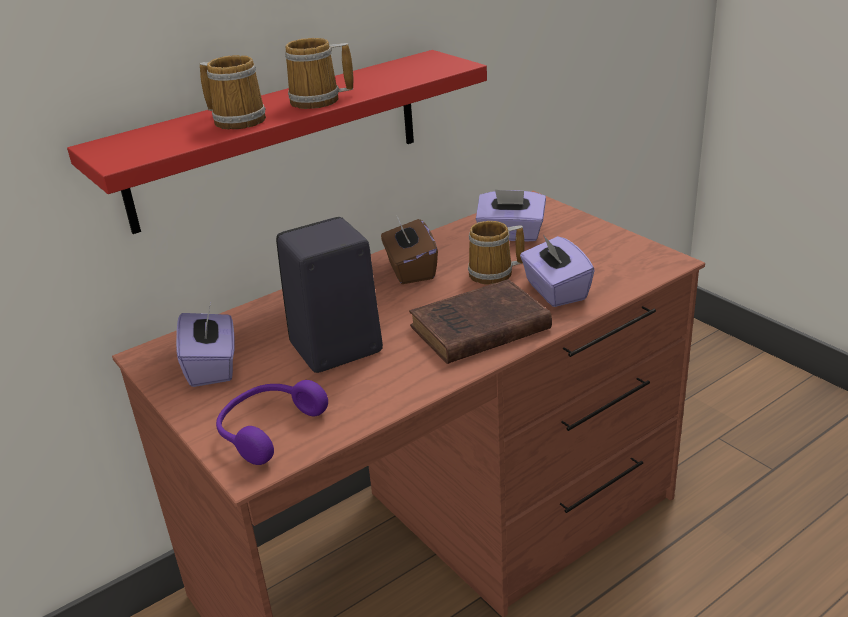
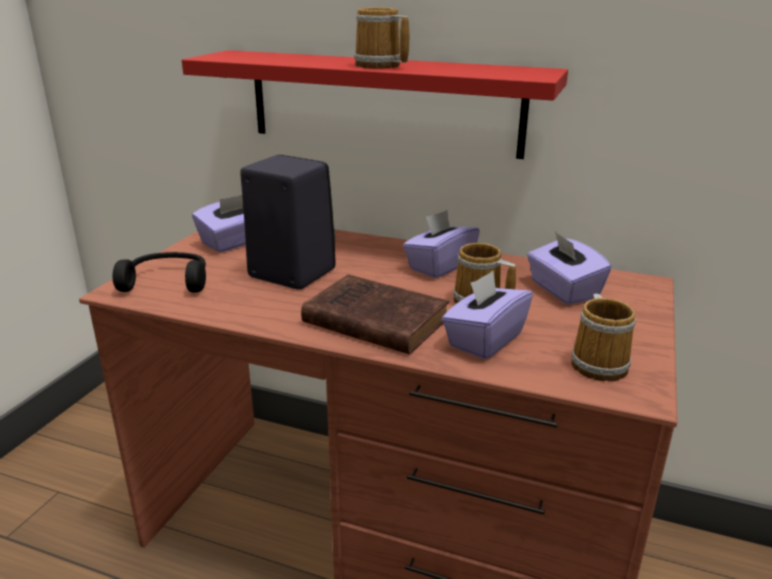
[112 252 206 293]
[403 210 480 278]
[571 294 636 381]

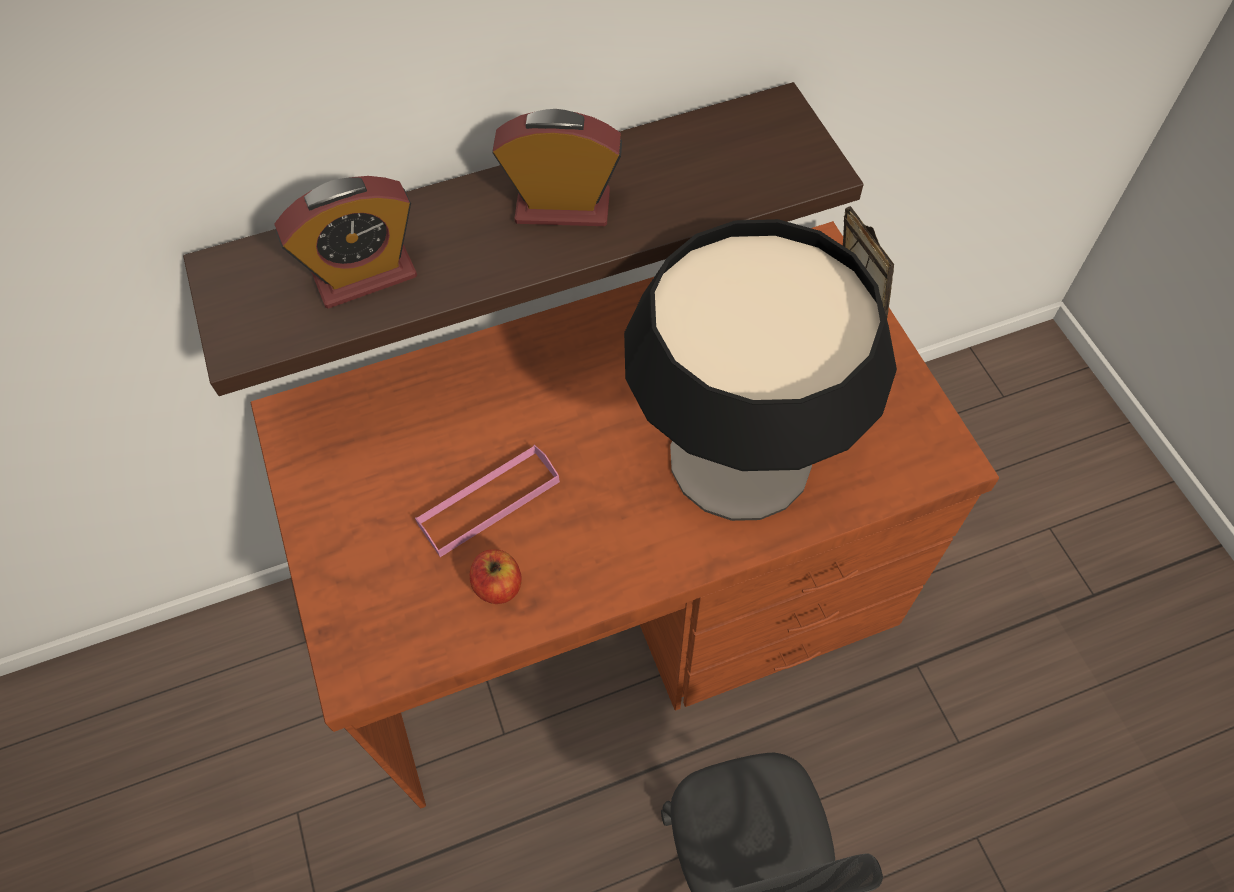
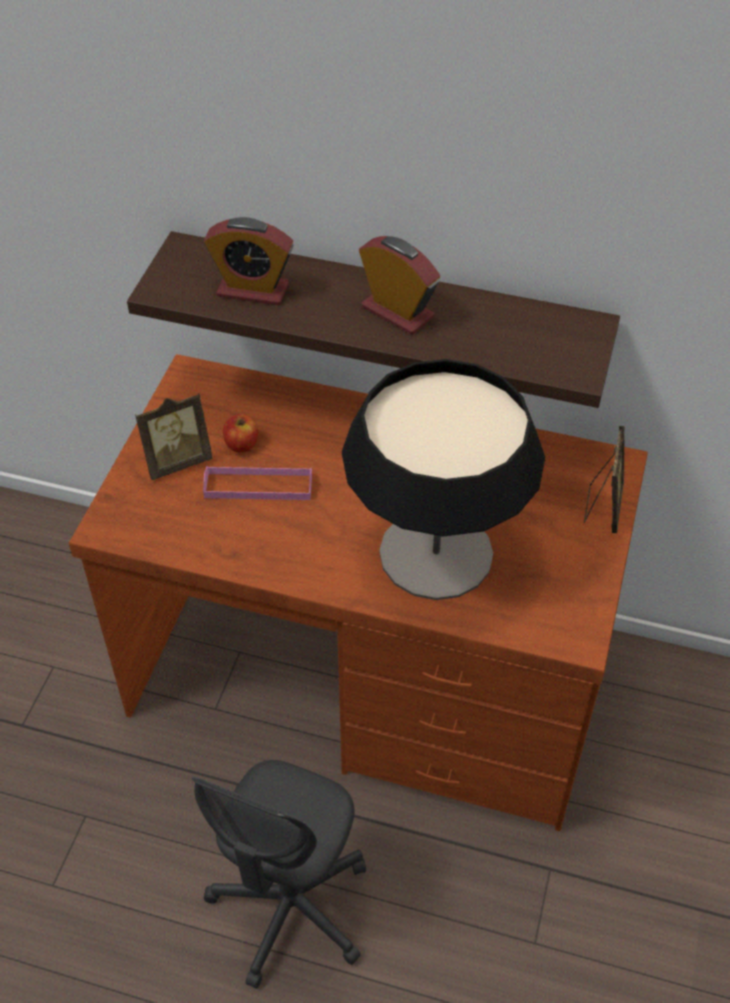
[135 393 212 480]
[223 414 258 453]

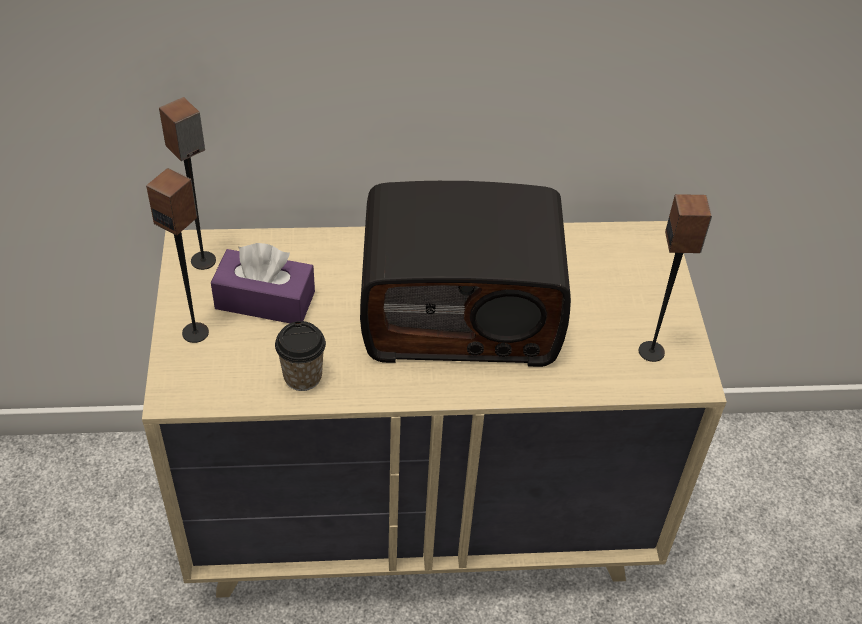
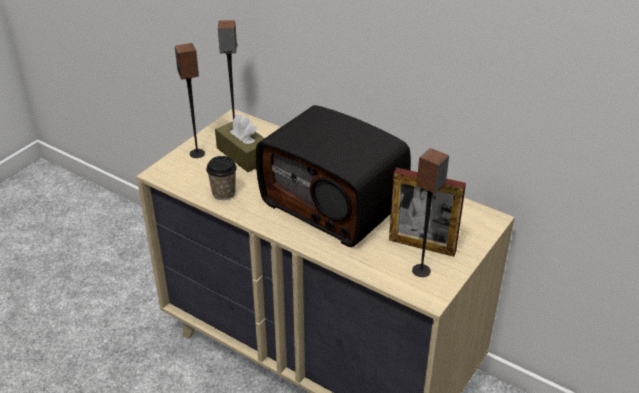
[215 114 264 172]
[389 168 466 257]

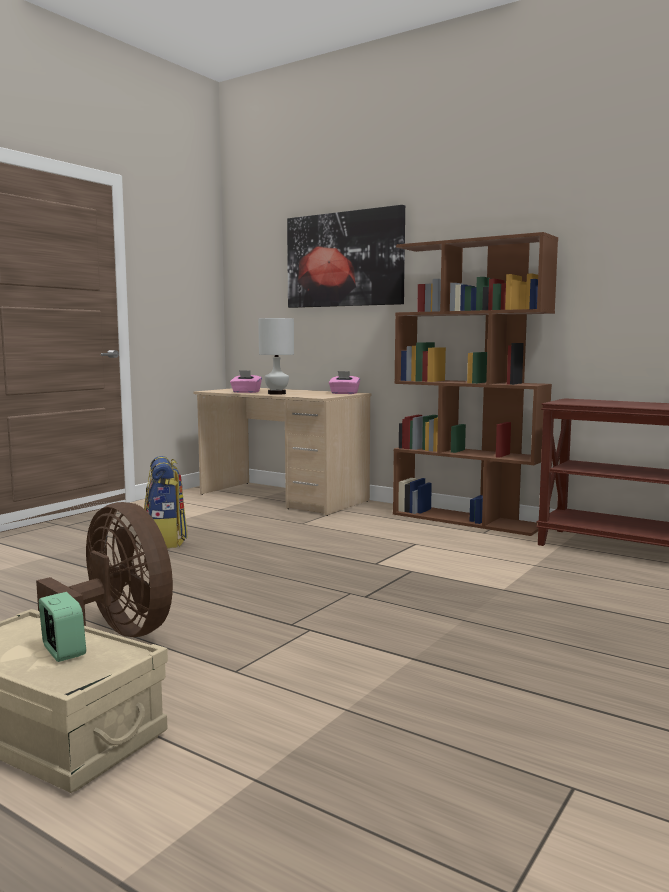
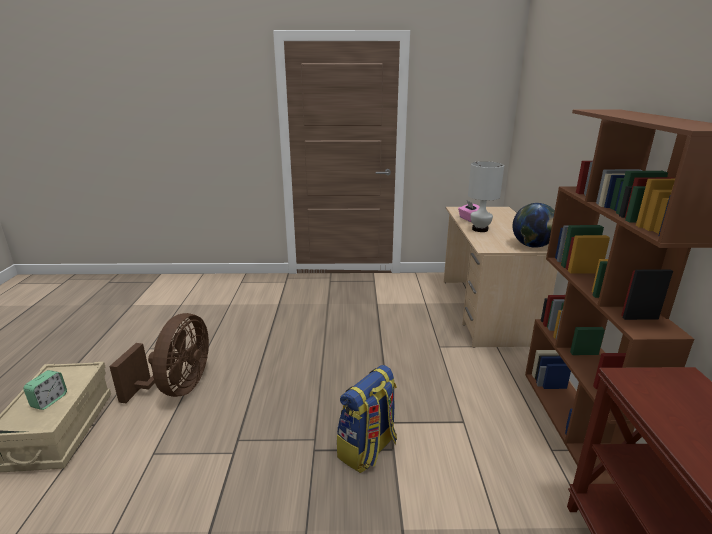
[337 365 397 473]
[512 203 555 248]
[287 205 405 308] (first image)

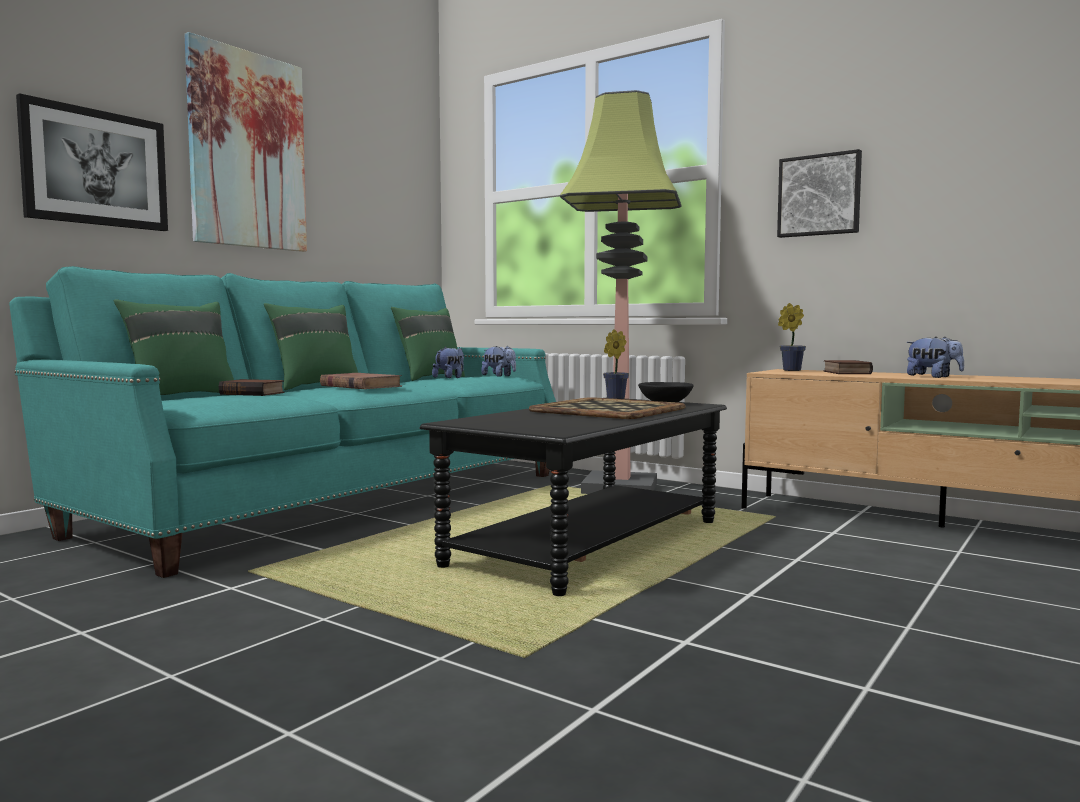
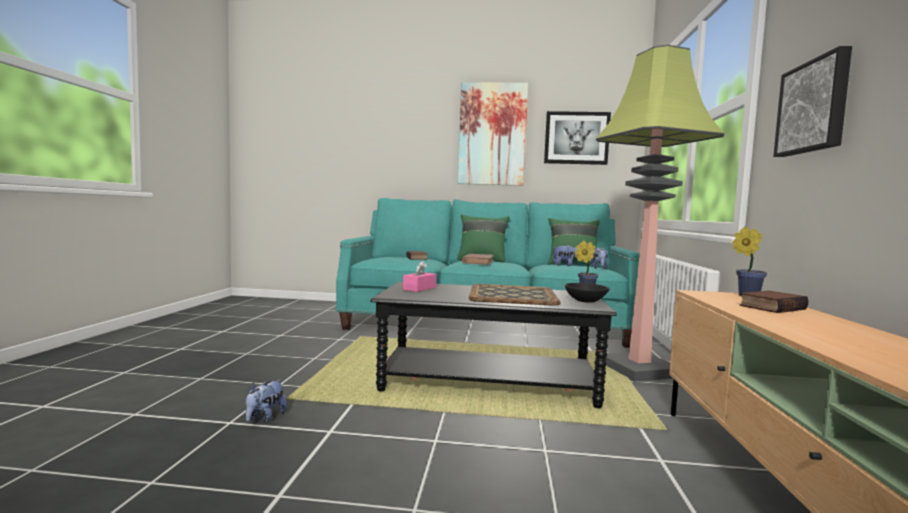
[246 379 287 423]
[403 261 436 292]
[544 111 611 165]
[114 299 234 395] (first image)

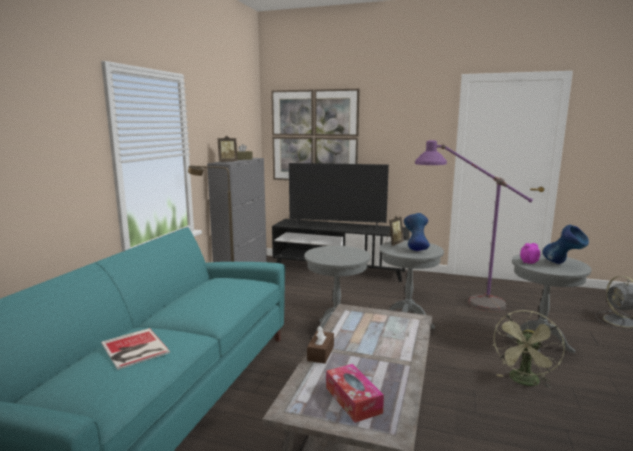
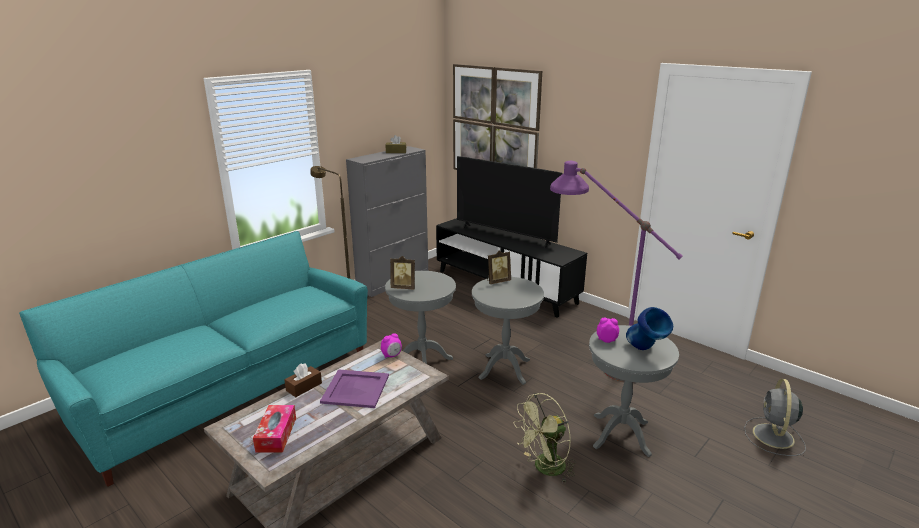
[320 369 389 408]
[381 333 402 358]
[390 256 415 290]
[101 328 170 370] (first image)
[404 213 430 251] (first image)

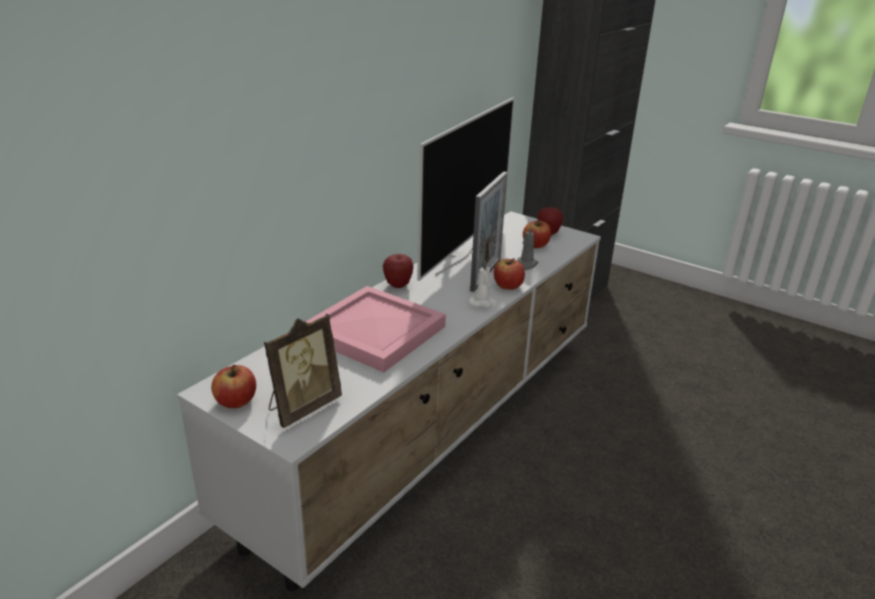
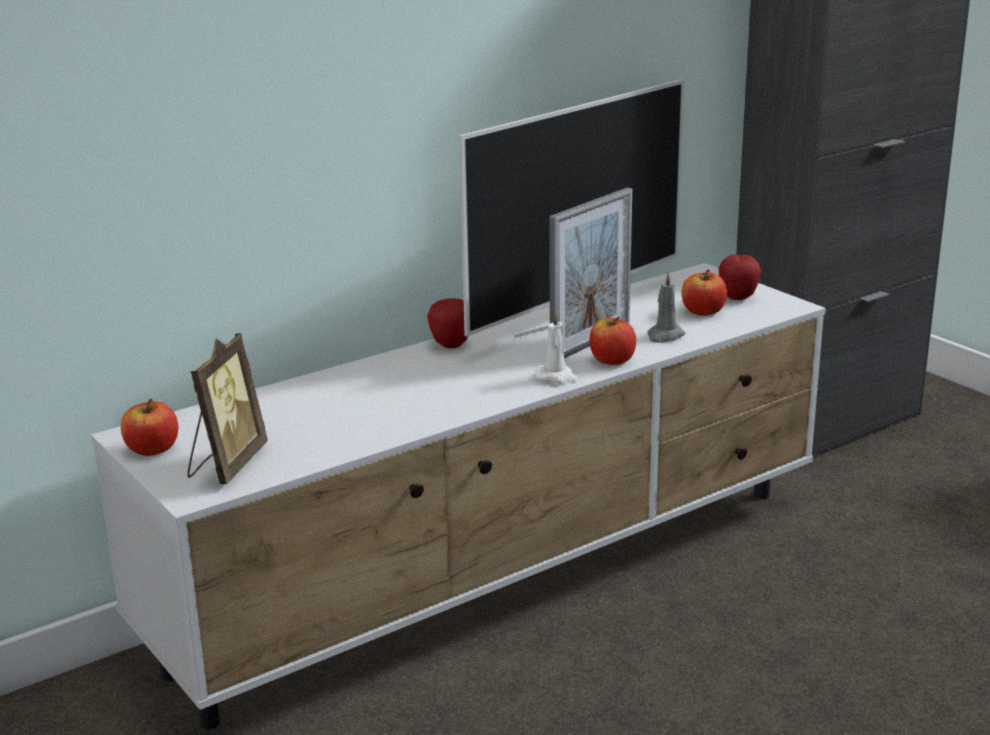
[187 333 268 484]
[306 286 446 372] (first image)

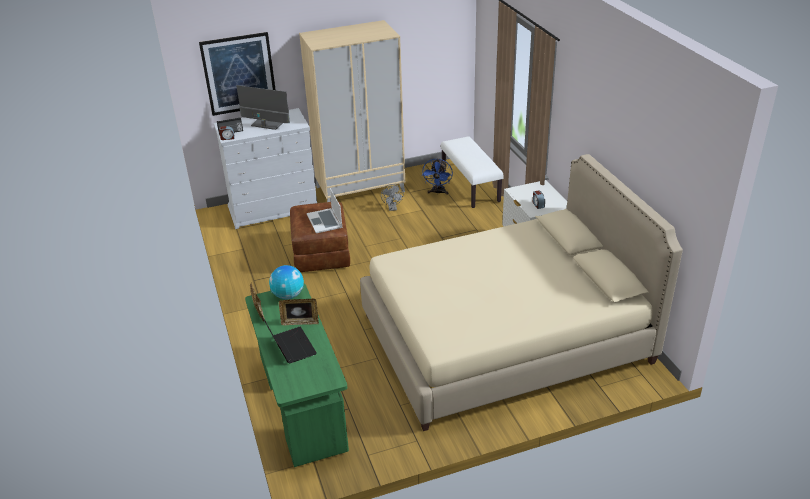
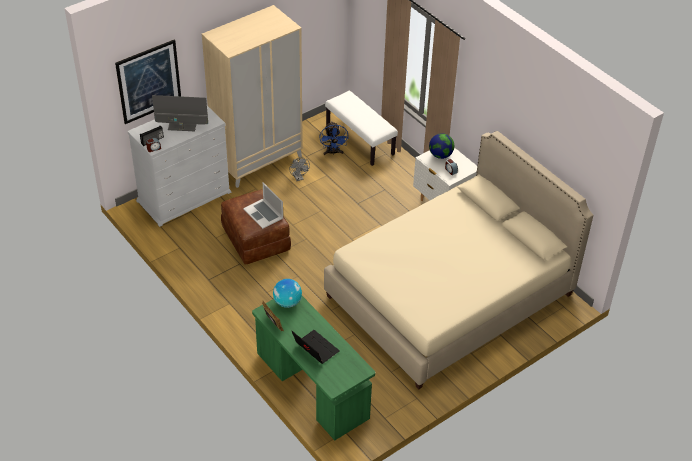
[429 133 454 159]
[279 299 319 325] (first image)

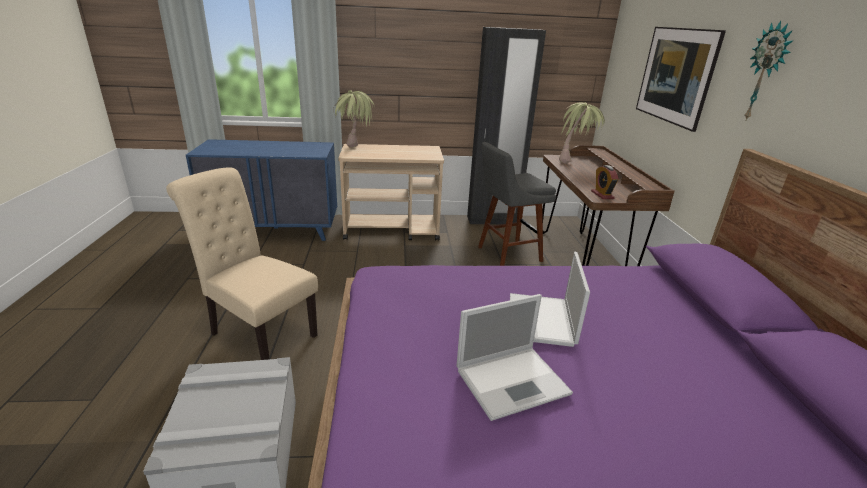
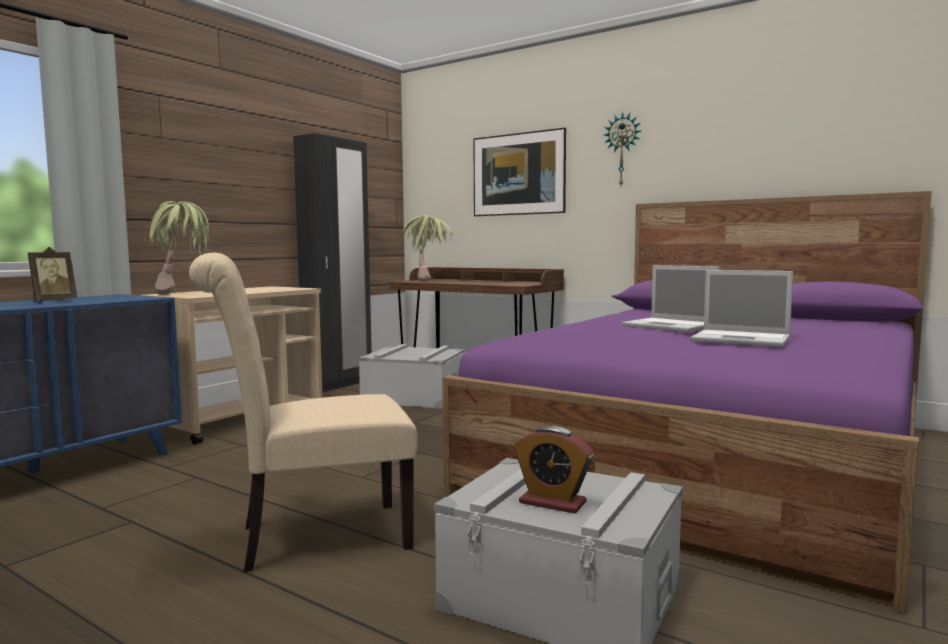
[28 247 77 302]
[358 344 465 409]
[514 426 594 513]
[691 270 793 347]

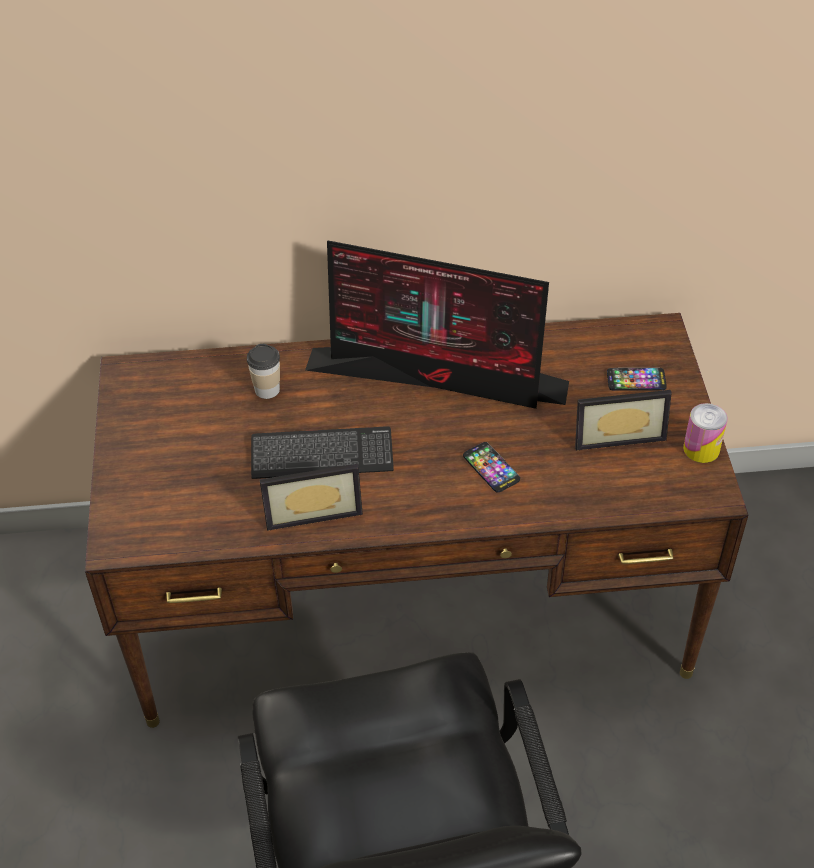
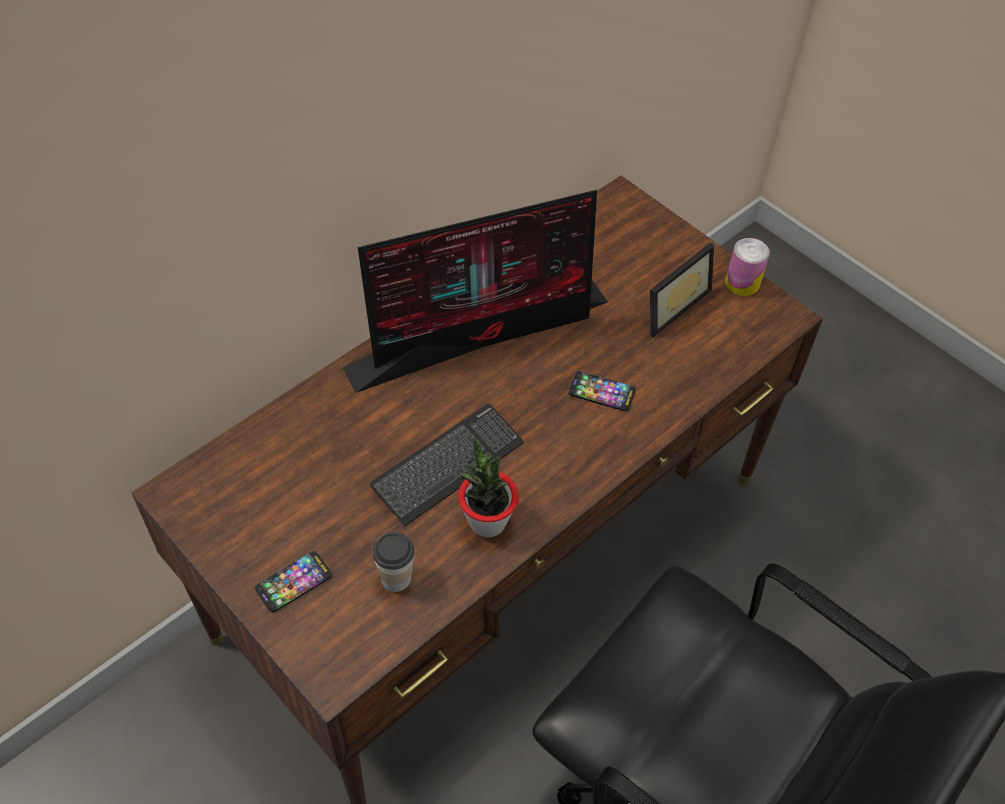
[255 551 332 612]
[373 532 414 592]
[458 438 519 538]

